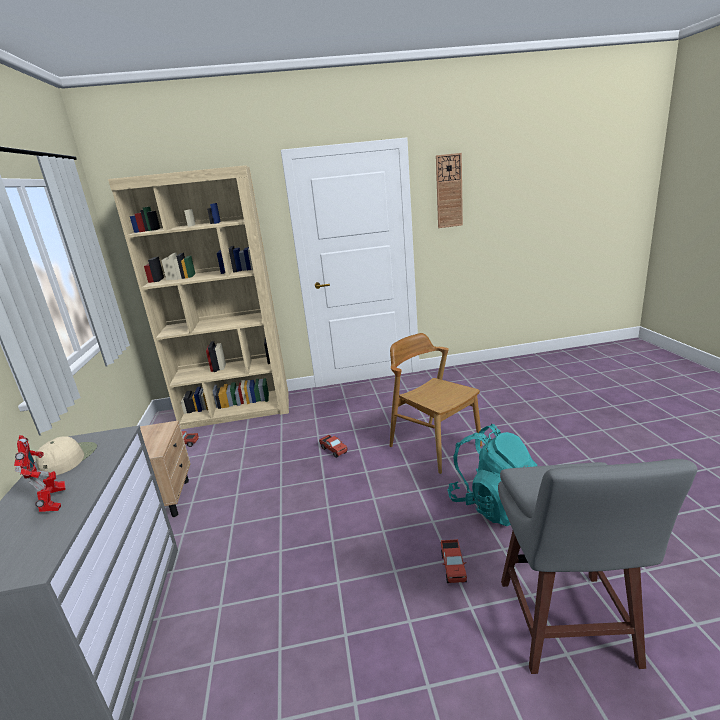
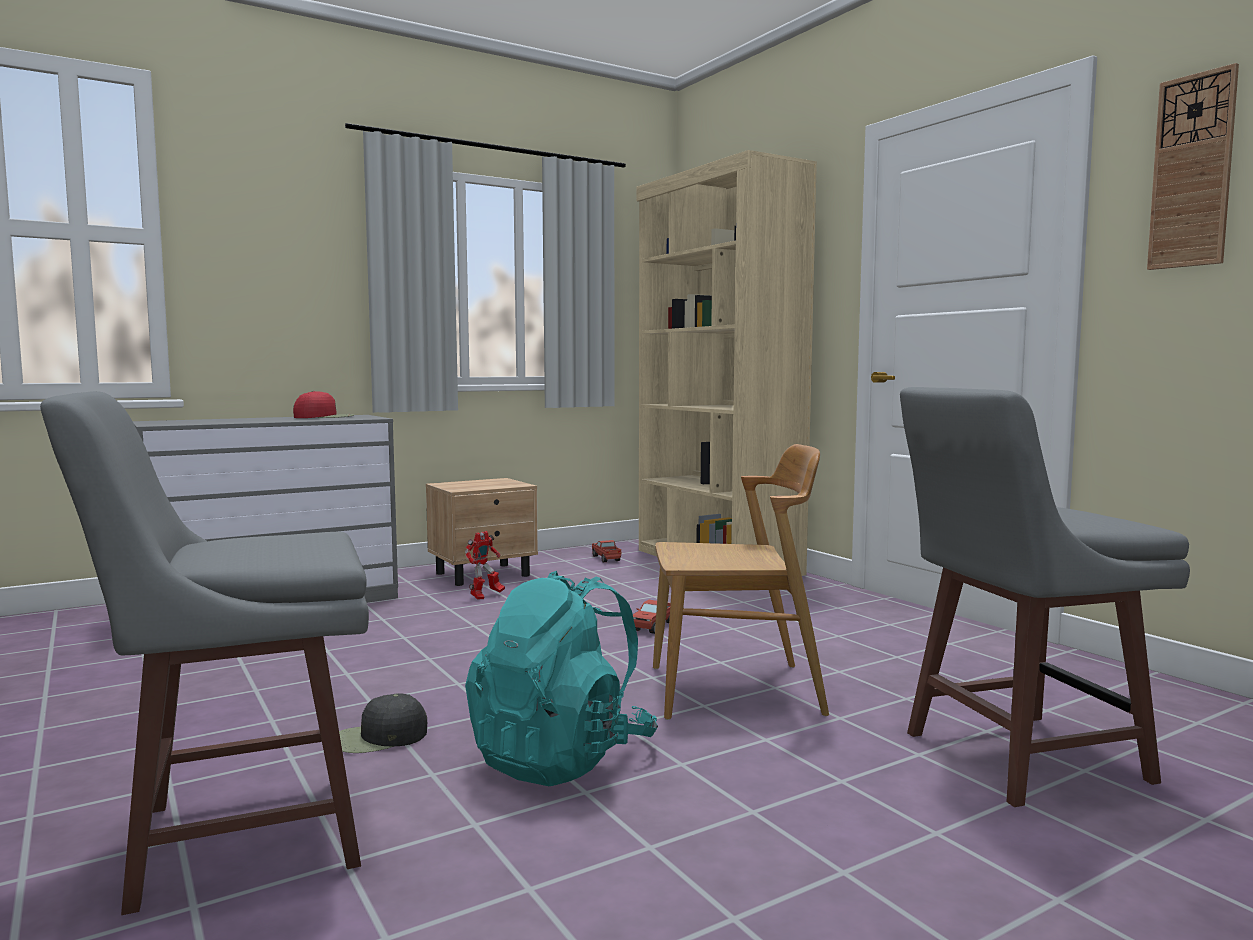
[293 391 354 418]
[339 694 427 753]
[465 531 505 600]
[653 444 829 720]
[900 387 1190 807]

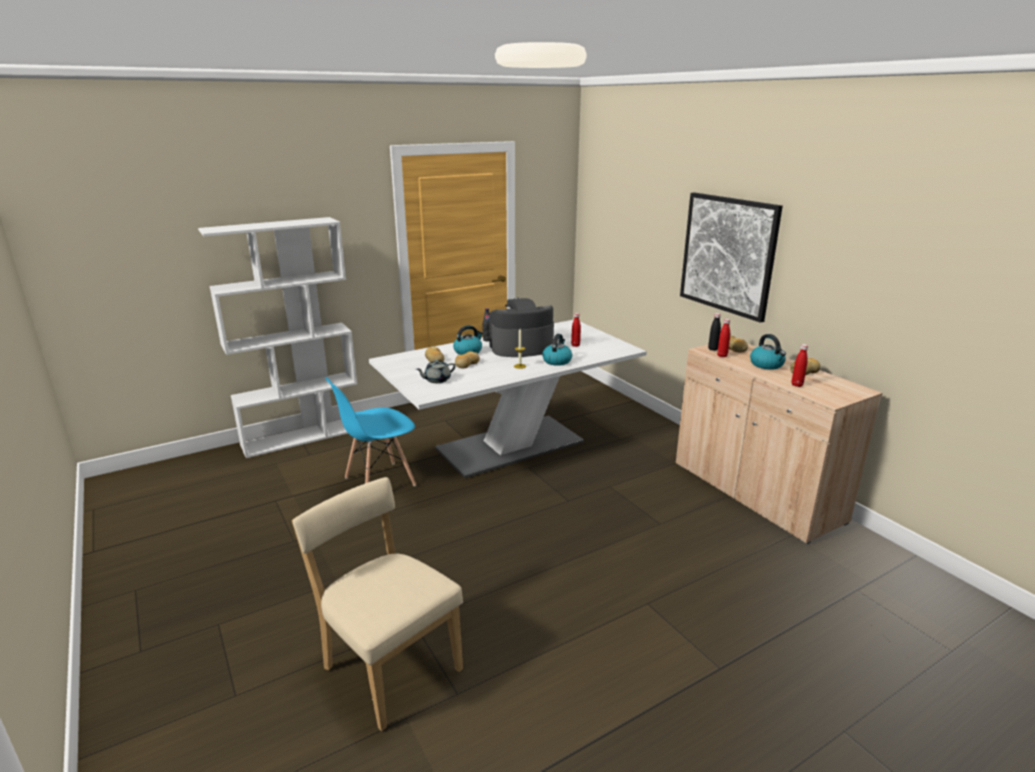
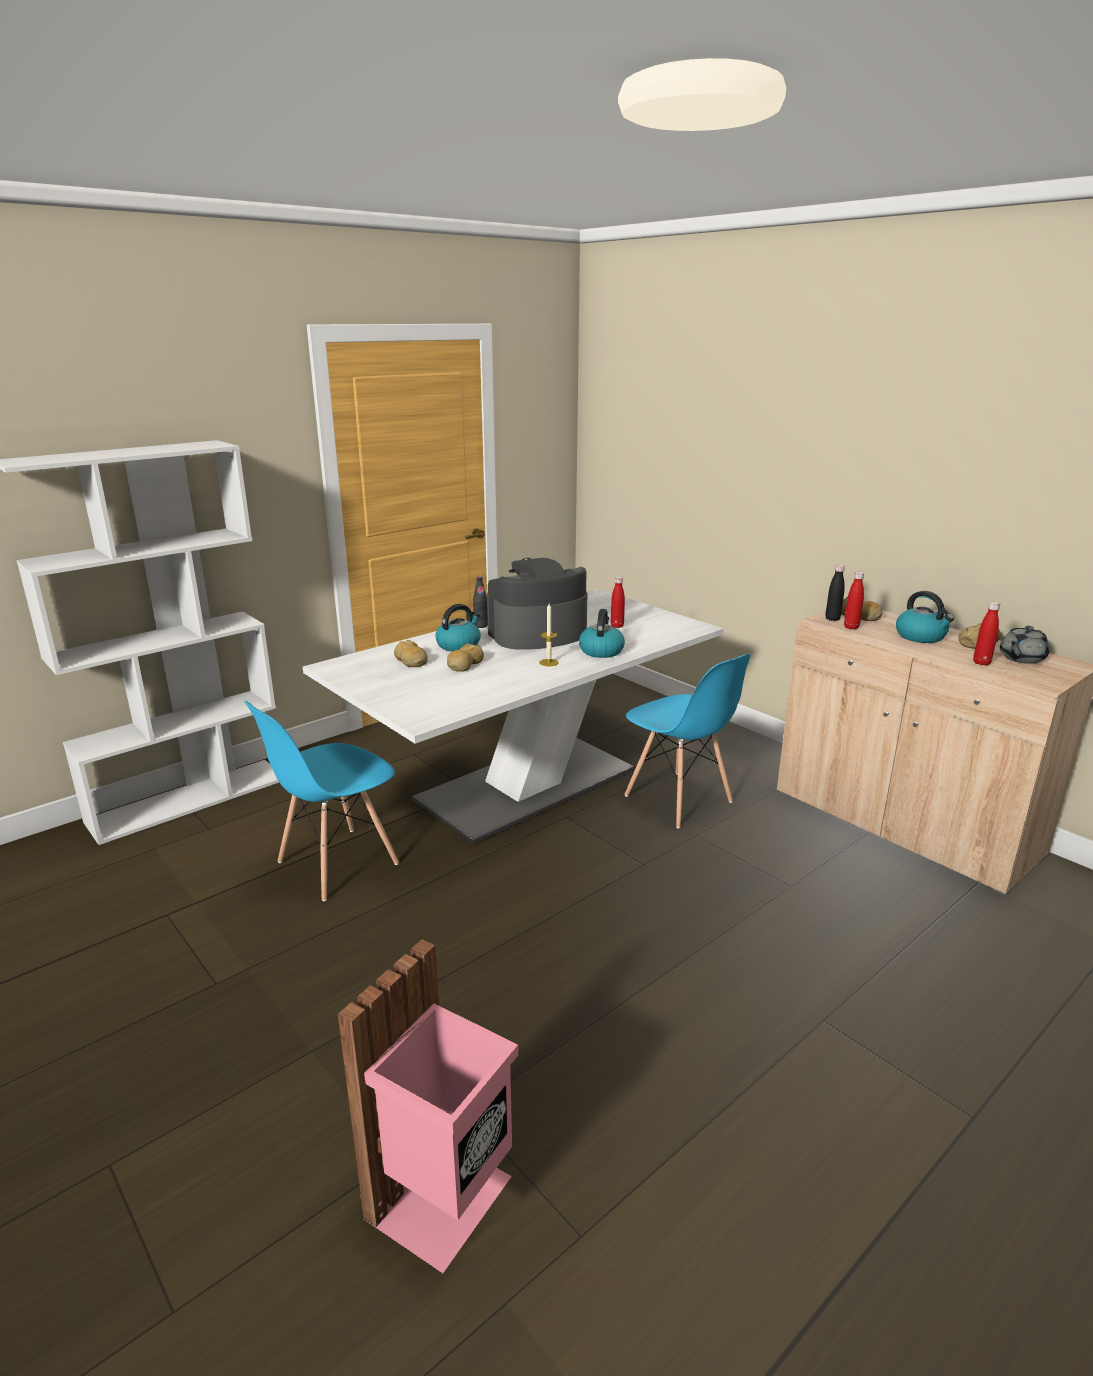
[338 939 518 1273]
[624 654 750 829]
[1000 626 1049 664]
[680 192 783 323] (first image)

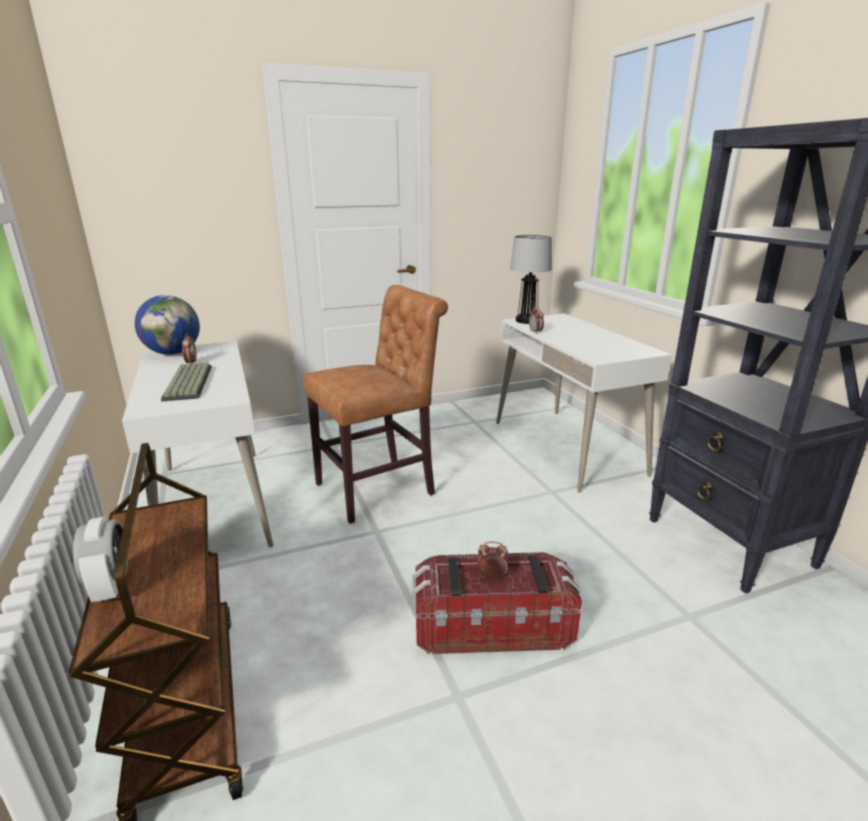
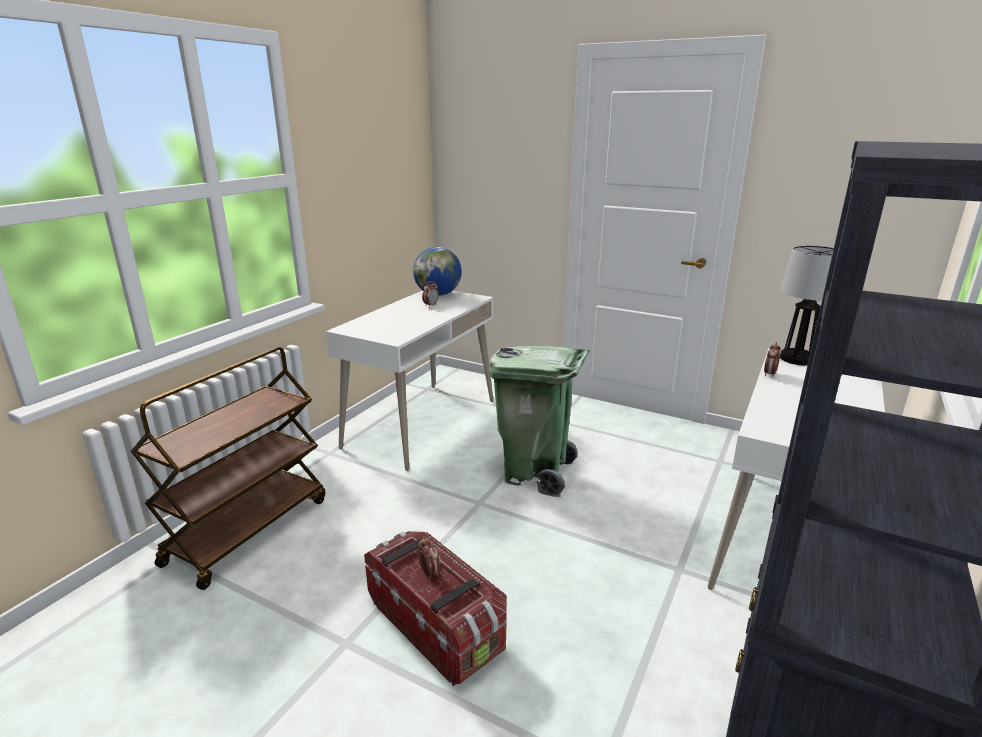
[488 346 590 497]
[73 517 128 602] (first image)
[161 362 212 402] (first image)

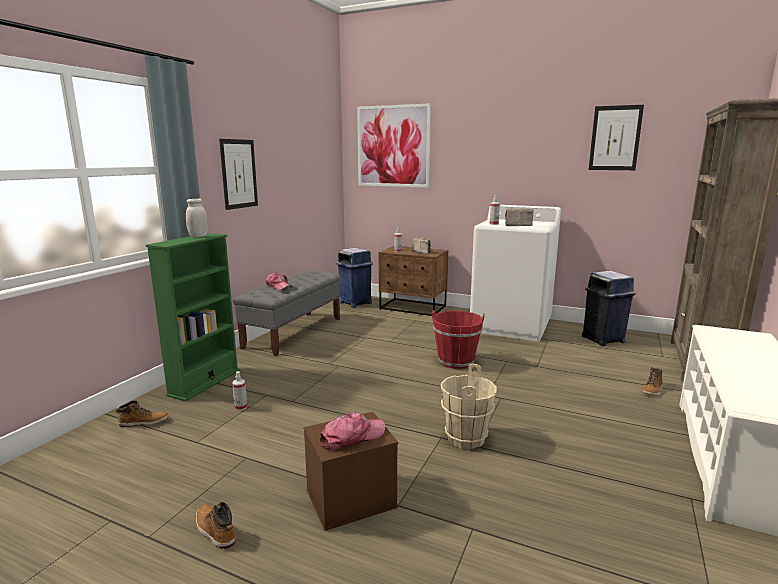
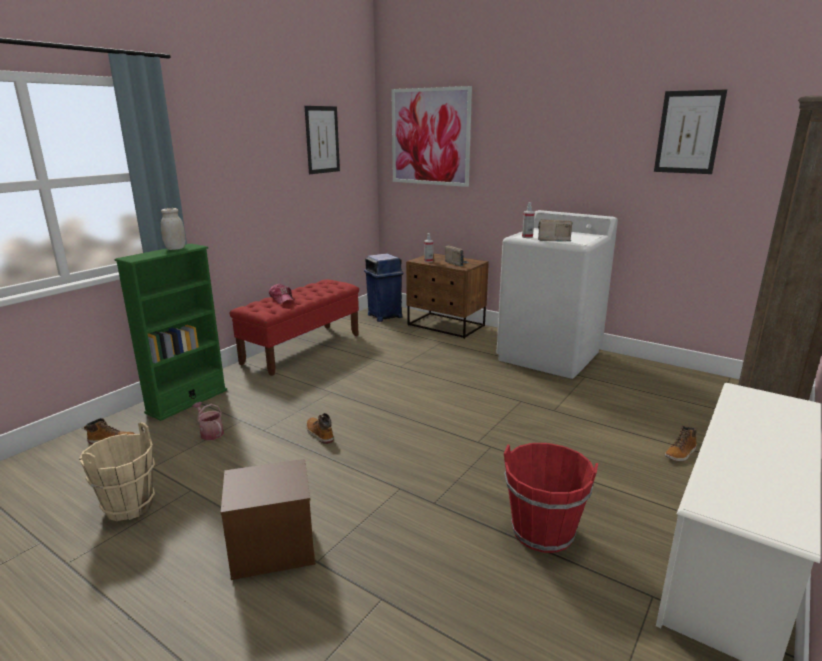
[79 422 155 521]
[193 402 224 440]
[229 279 359 376]
[305 106 340 174]
[306 413 334 444]
[504 443 598 553]
[319 411 385 450] (first image)
[582 271 636 346] (first image)

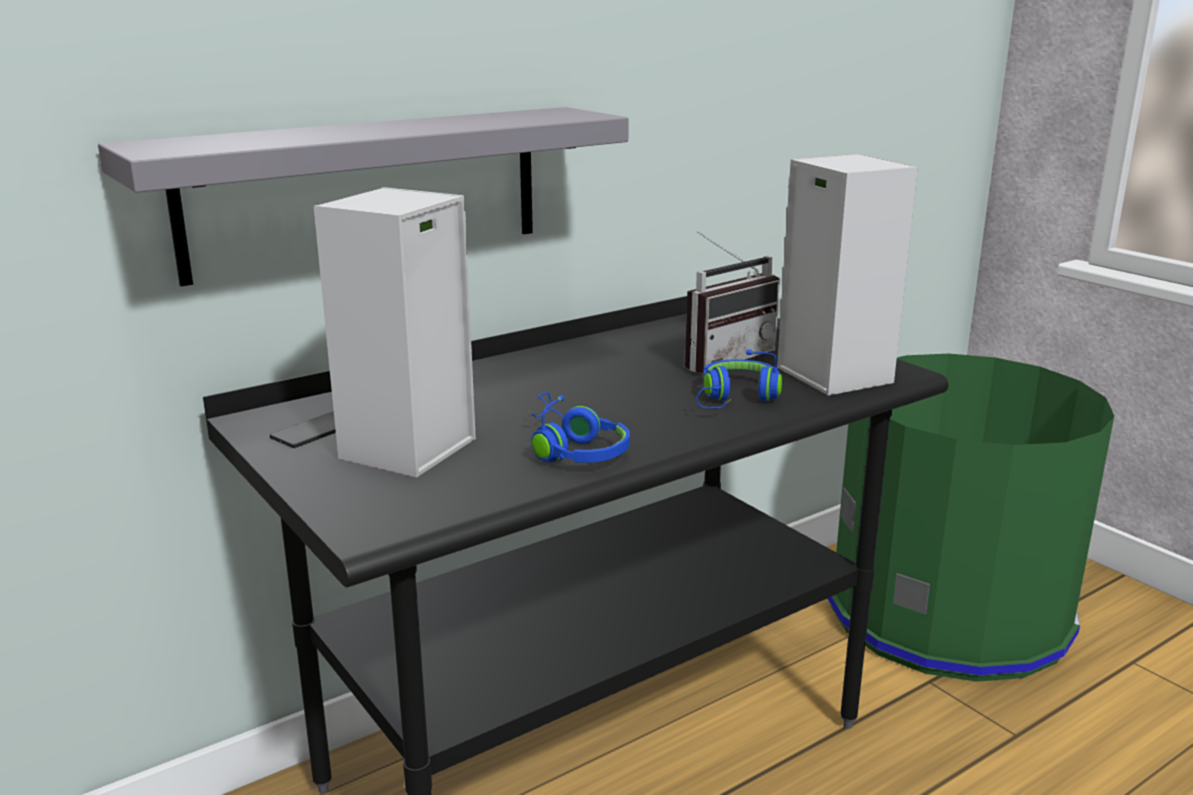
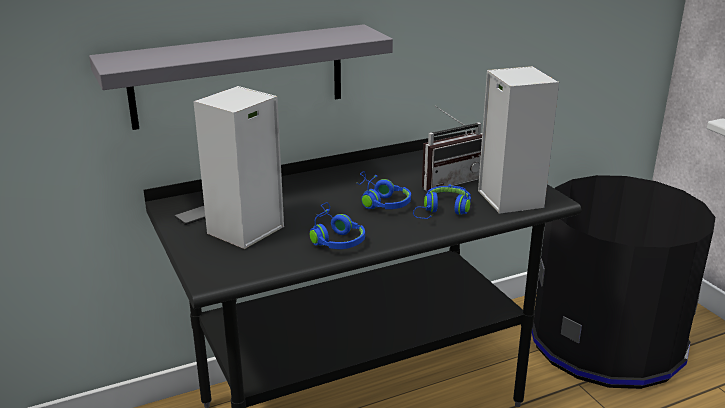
[356 171 411 209]
[532 175 715 389]

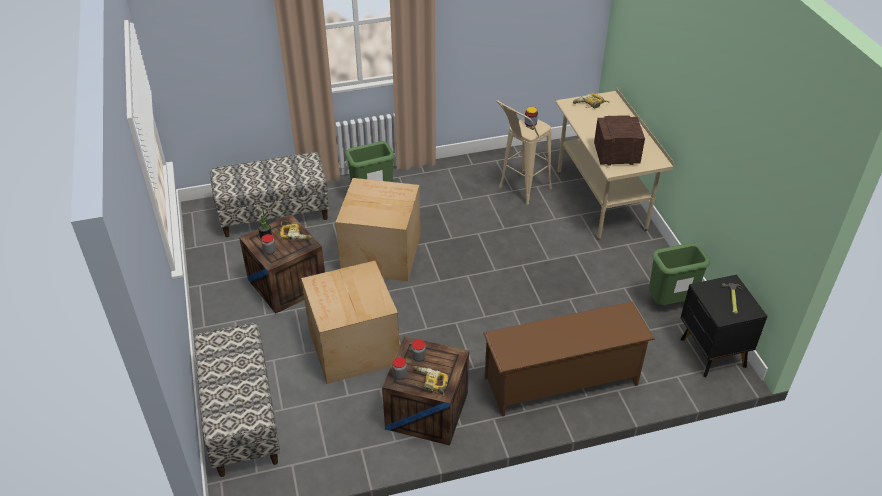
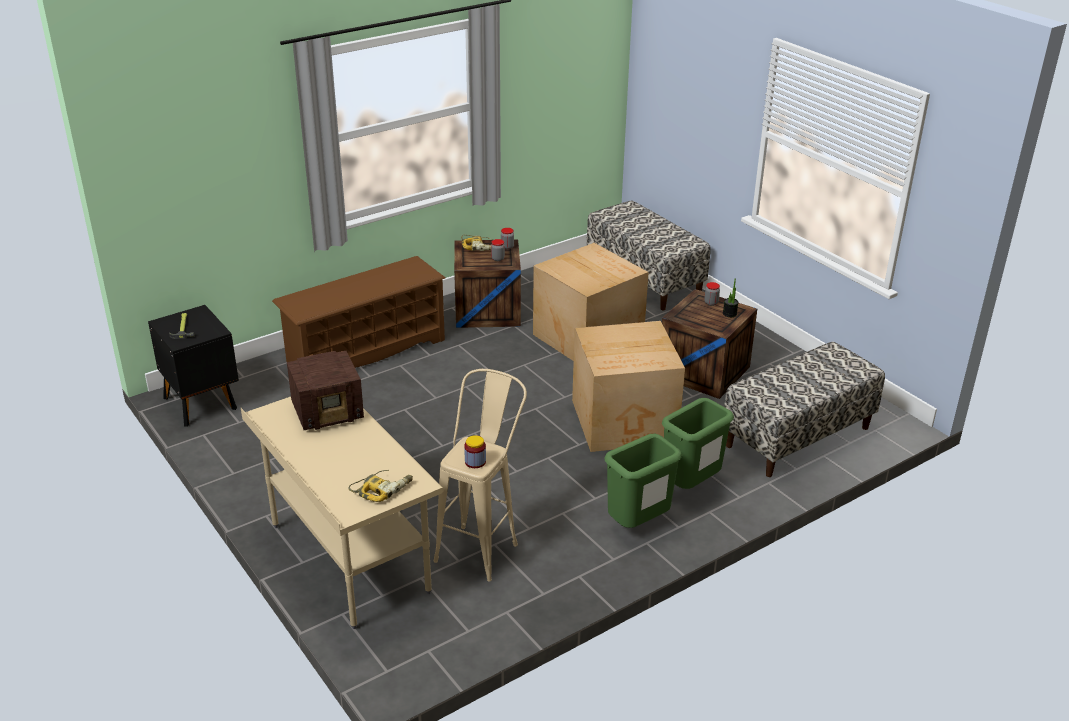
[604 434 682 528]
[280 220 312 240] (first image)

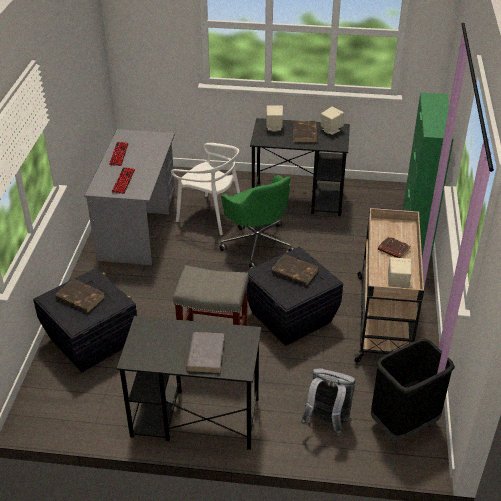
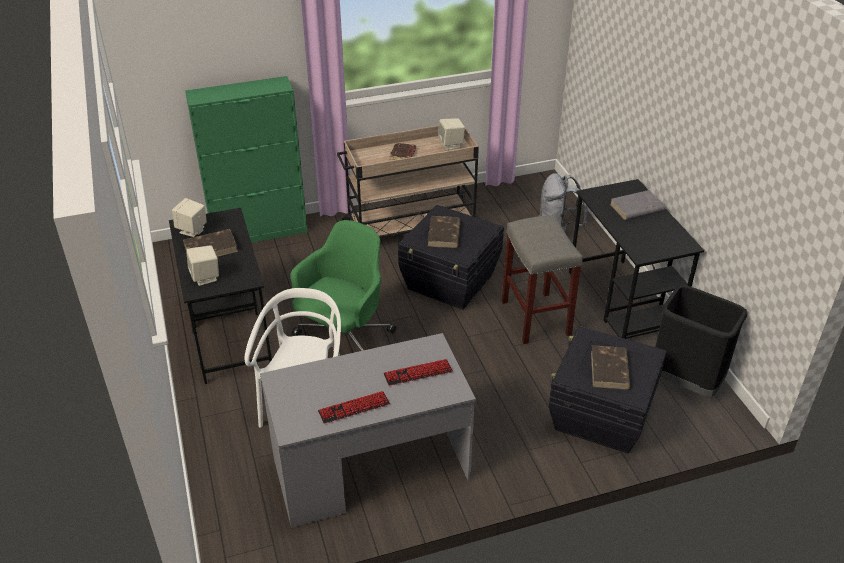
[655 285 747 397]

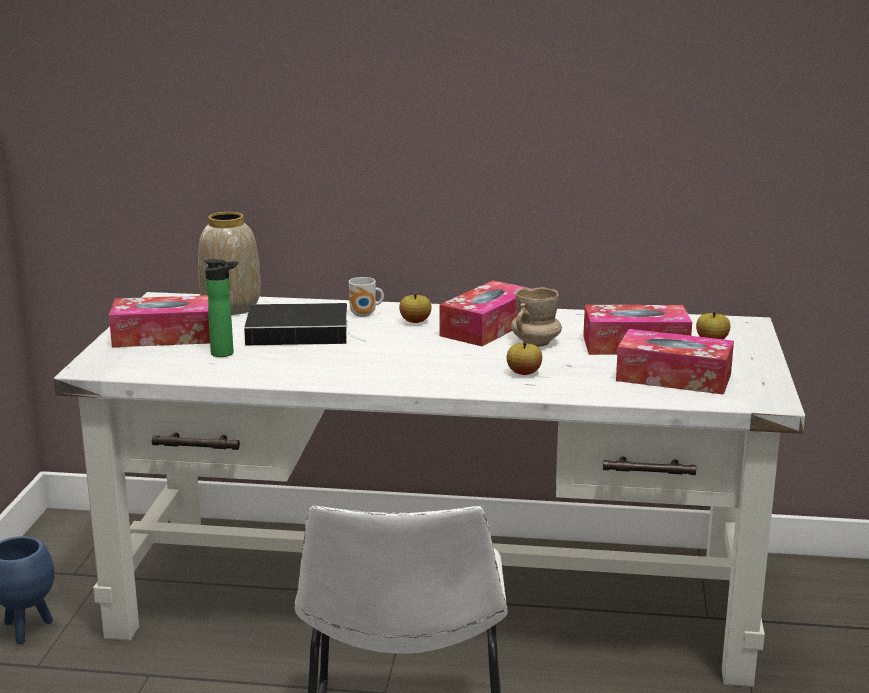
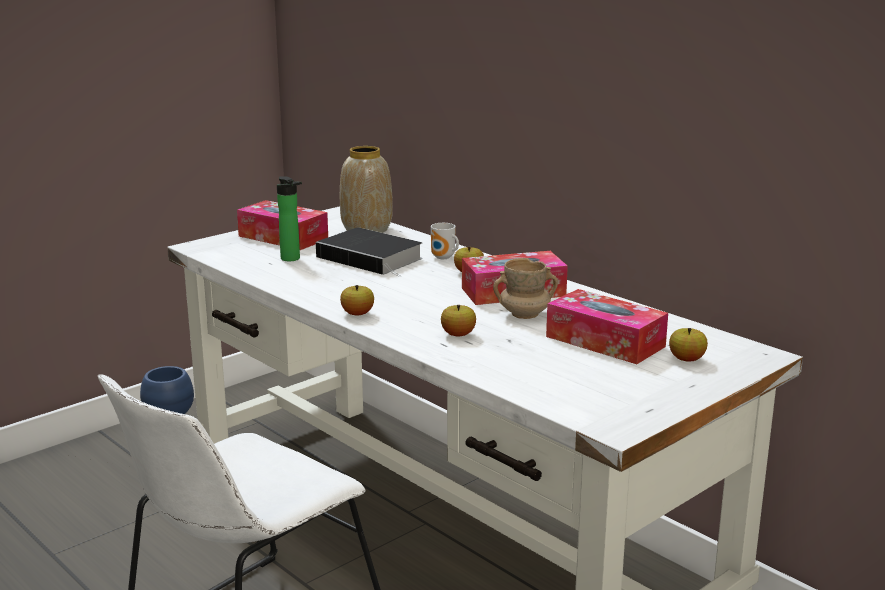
[340 285 374 316]
[616 329 734 395] (first image)

